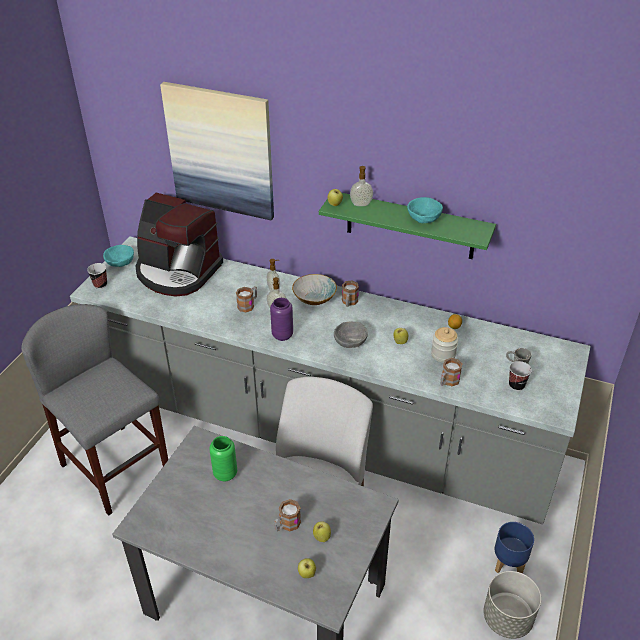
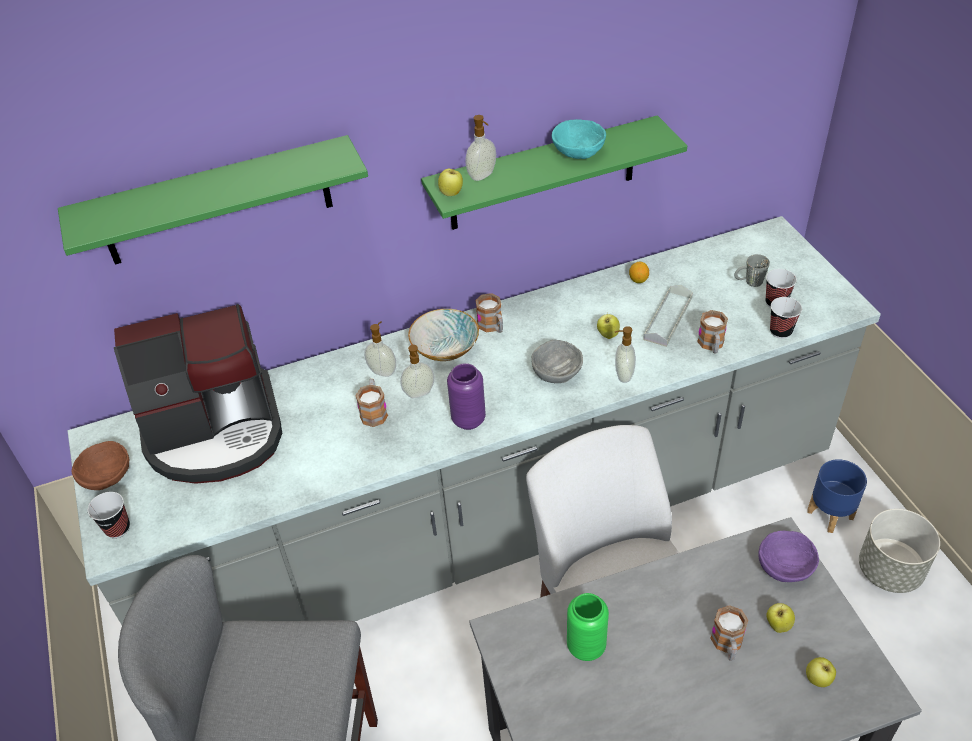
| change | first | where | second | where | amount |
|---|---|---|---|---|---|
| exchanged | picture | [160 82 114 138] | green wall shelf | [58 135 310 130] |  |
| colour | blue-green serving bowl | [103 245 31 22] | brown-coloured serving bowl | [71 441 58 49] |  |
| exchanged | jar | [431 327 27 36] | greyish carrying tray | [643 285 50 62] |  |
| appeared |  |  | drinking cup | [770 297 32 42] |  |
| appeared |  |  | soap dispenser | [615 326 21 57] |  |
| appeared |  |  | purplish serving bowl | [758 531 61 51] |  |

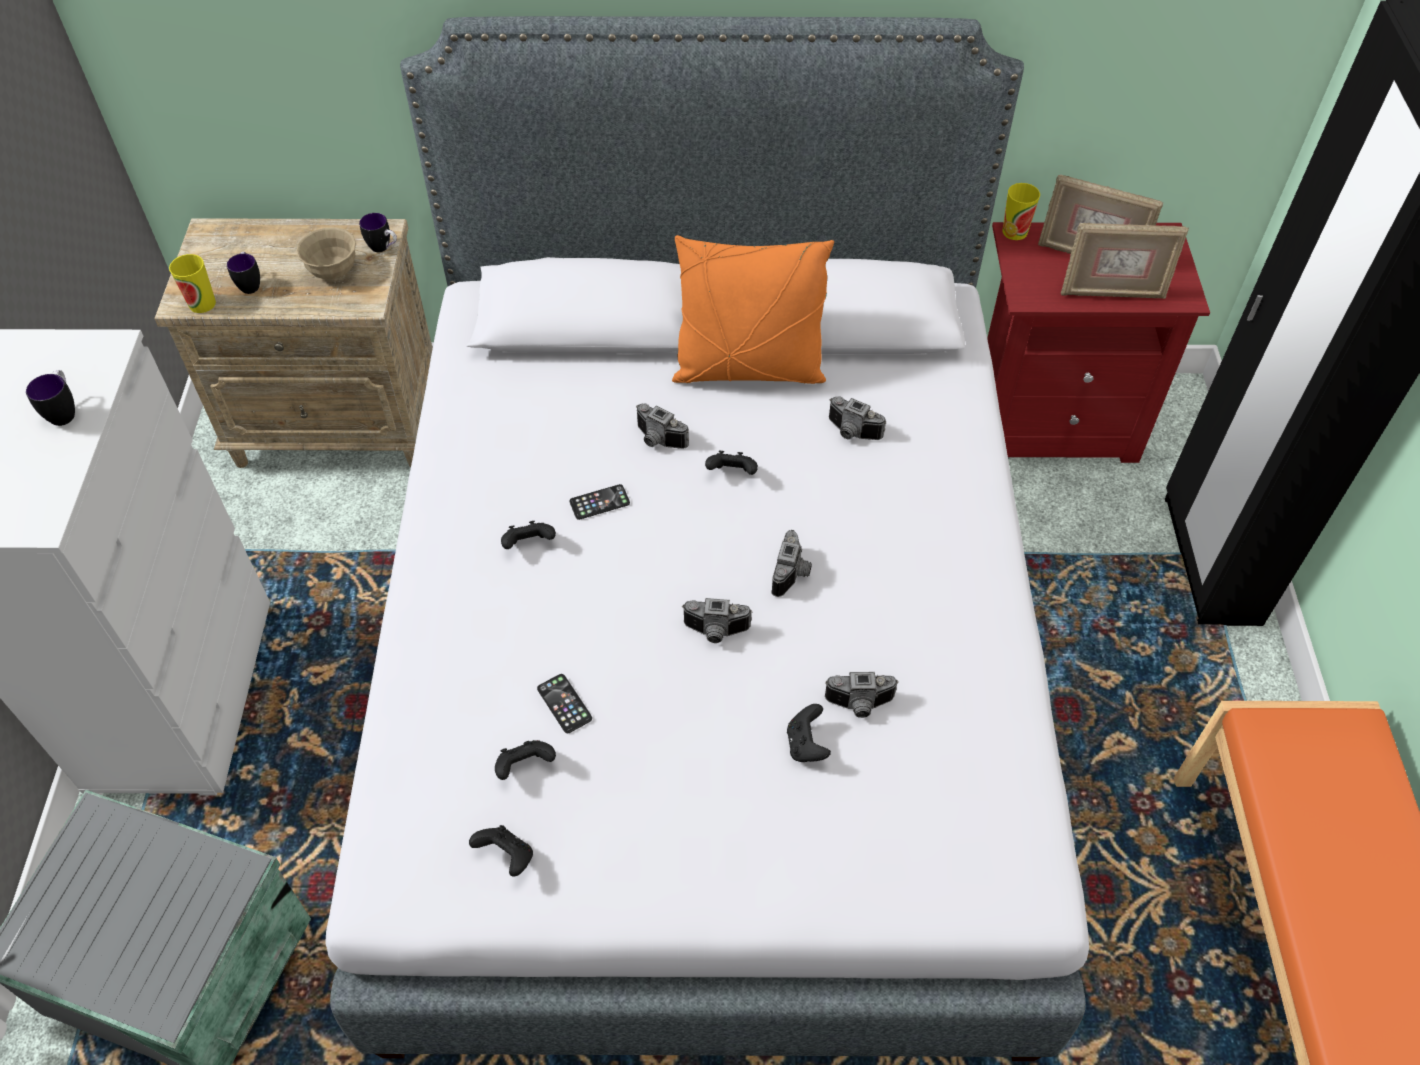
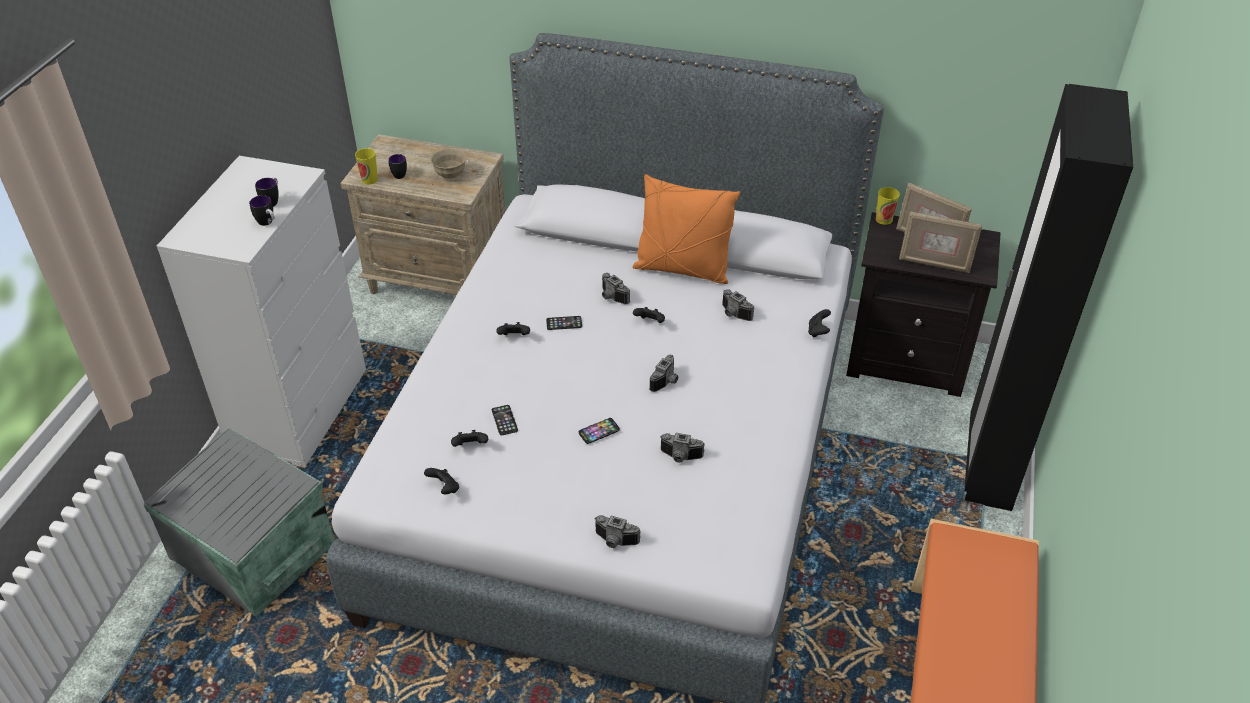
| change | first | where | second | where | amount |
|---|---|---|---|---|---|
| relocated | coffee mug | [359 213 38 39] |  | [249 195 26 31] |  |
| colour | red nightstand | [987 222 223 241] | black nightstand | [846 212 155 185] |  |
| relocated | photo camera | [682 598 70 45] |  | [594 515 47 33] |  |
| relocated | black joypad | [787 704 44 58] |  | [808 309 23 28] |  |
| appeared |  |  | phone | [579 418 41 26] |  |

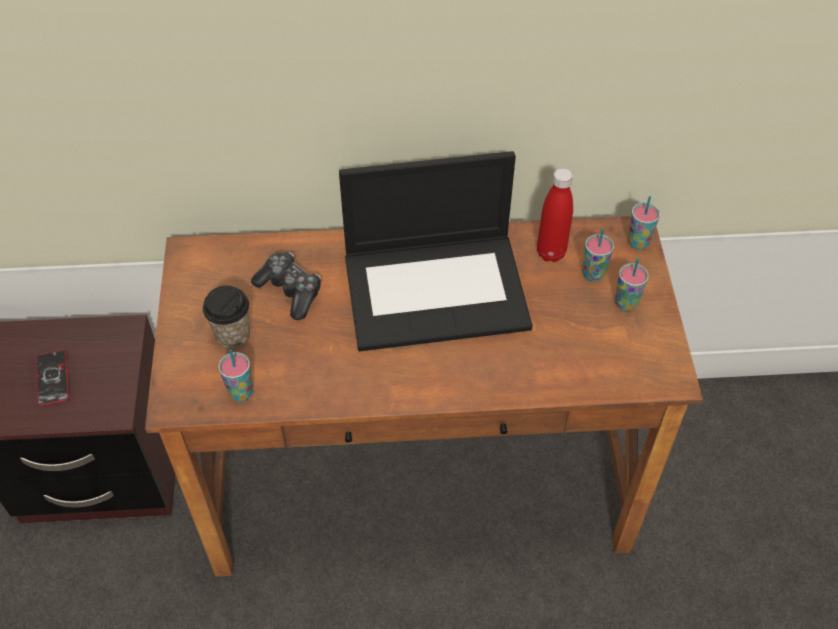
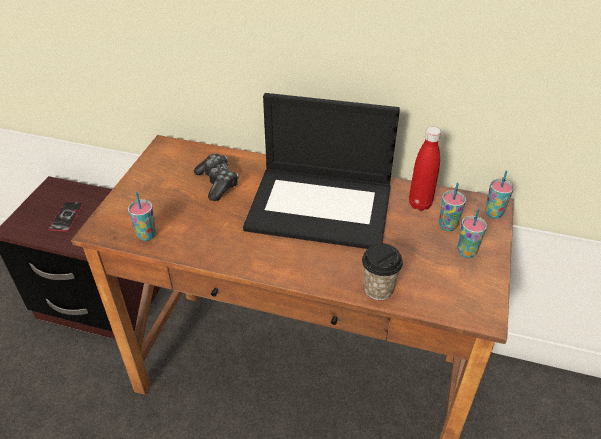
| change | first | where | second | where | amount |
|---|---|---|---|---|---|
| relocated | drinking cup | [203 285 47 63] |  | [362 243 41 57] |  |

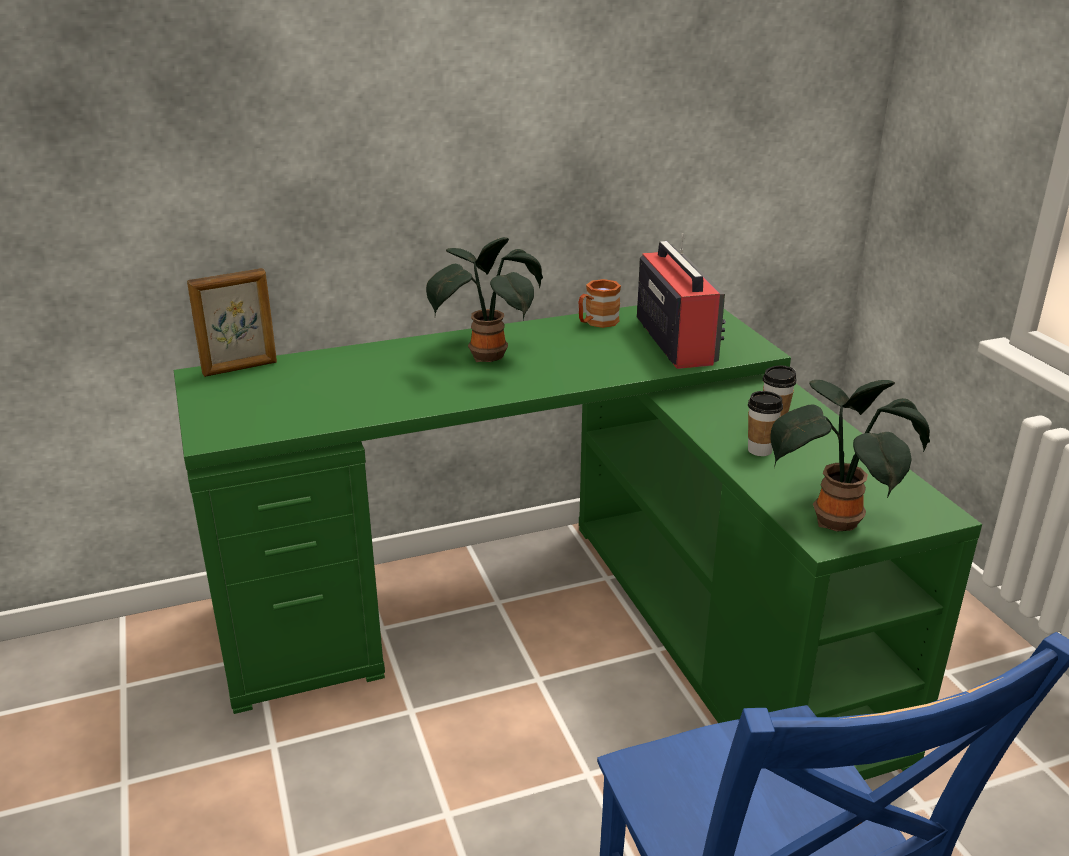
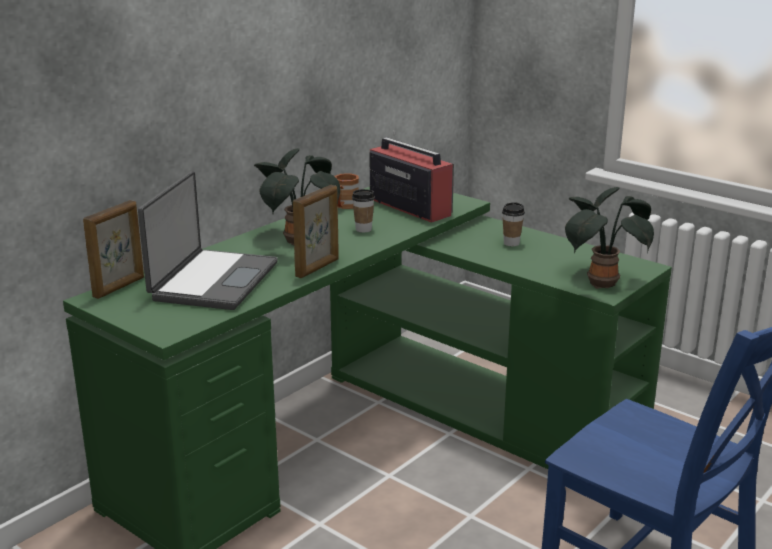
| change | first | where | second | where | amount |
|---|---|---|---|---|---|
| relocated | drinking cup | [748 391 35 65] |  | [352 189 23 44] |  |
| appeared |  |  | notebook computer | [138 171 140 139] |  |
| appeared |  |  | photo frame | [293 185 46 93] |  |

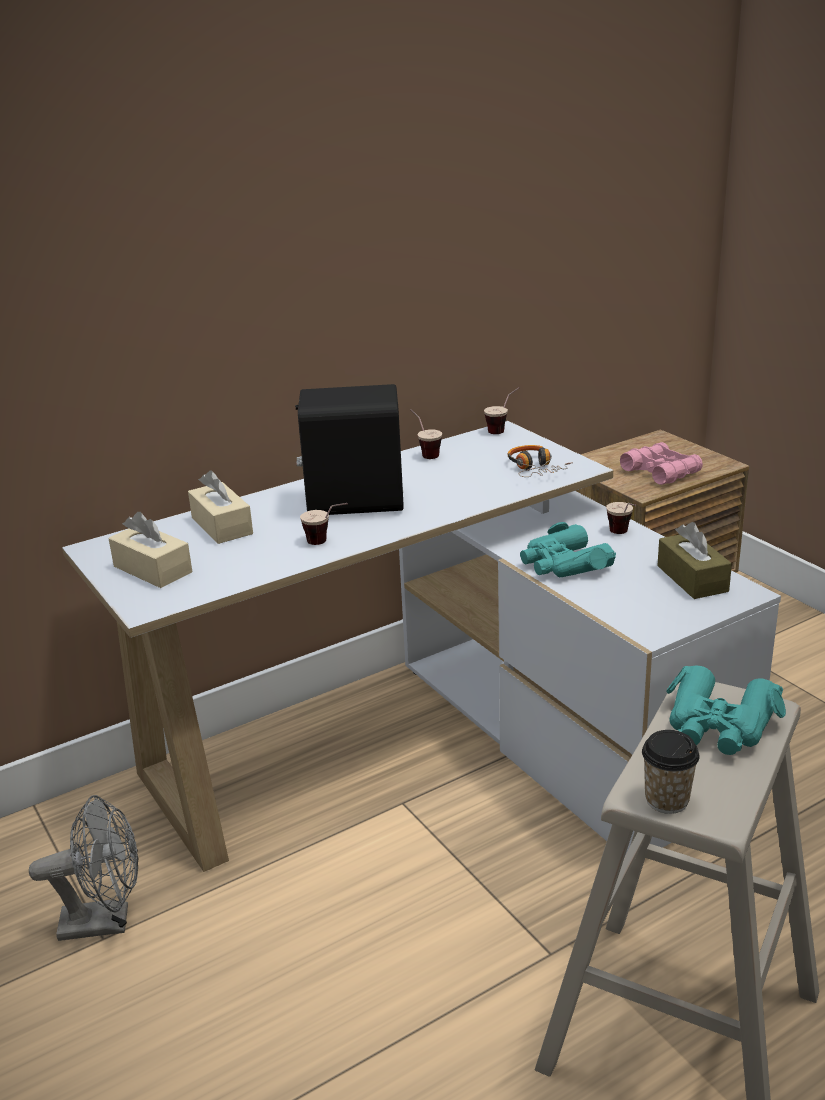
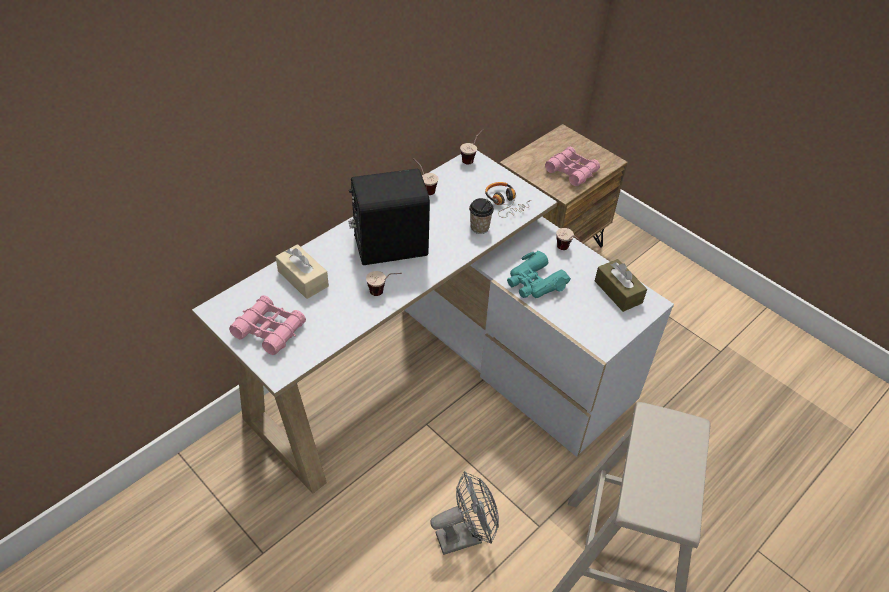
| change | first | where | second | where | amount |
|---|---|---|---|---|---|
| exchanged | sand-coloured tissue box | [108 512 84 76] | pink binoculars | [229 295 77 60] |  |
| missing | blue-green binoculars | [666 665 120 90] |  |  |  |
| relocated | drinking cup | [642 730 58 84] |  | [469 198 25 36] |  |
| relocated | greyish electric fan | [29 795 109 146] |  | [430 471 69 84] |  |

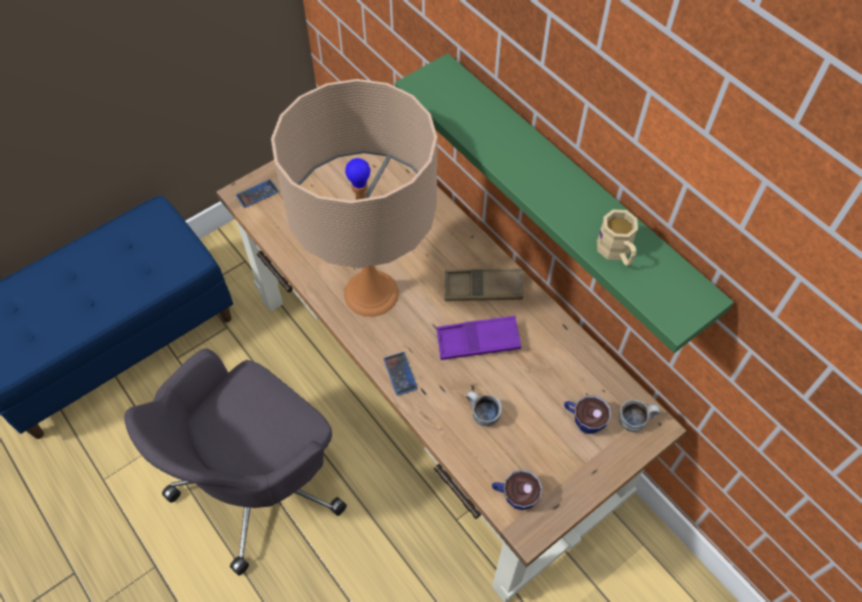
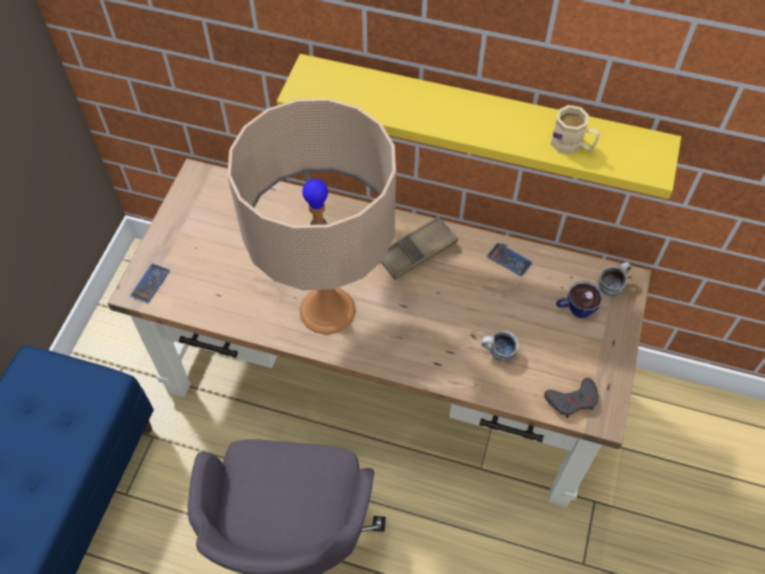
| change | first | where | second | where | amount |
|---|---|---|---|---|---|
| colour | green wall shelf | [395 53 339 300] | yellow wall shelf | [277 54 404 145] |  |
| missing | purplish carrying tray | [436 316 85 44] |  |  |  |
| relocated | phone | [384 352 34 44] |  | [487 243 45 33] |  |
| exchanged | drinking cup | [492 470 50 40] | greyish joypad | [544 378 54 40] |  |

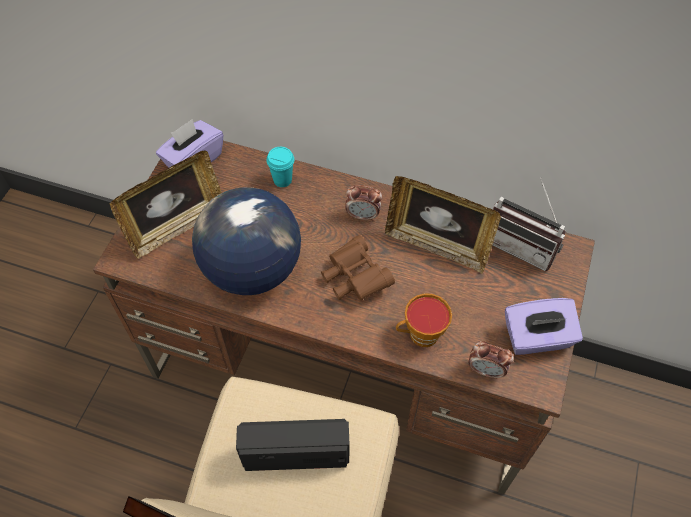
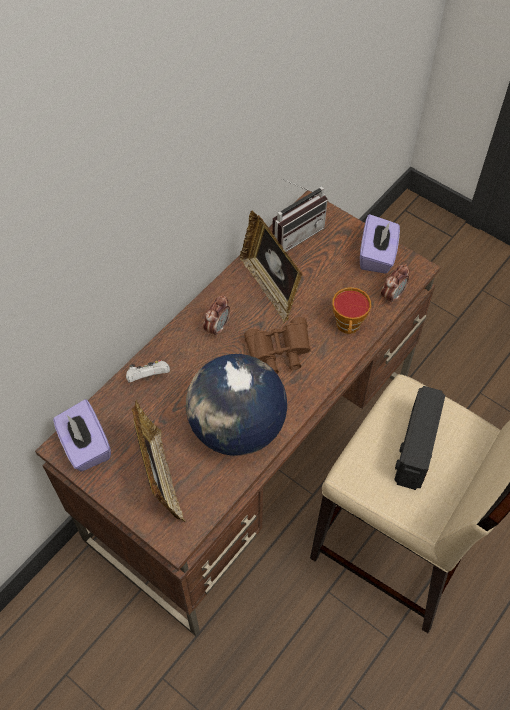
| change | first | where | second | where | amount |
|---|---|---|---|---|---|
| exchanged | blue-green drinking cup | [266 147 28 40] | white-coloured joypad | [126 360 44 22] |  |
| spun | photo frame | [385 176 116 98] |  | [240 211 62 112] | 105 degrees clockwise |

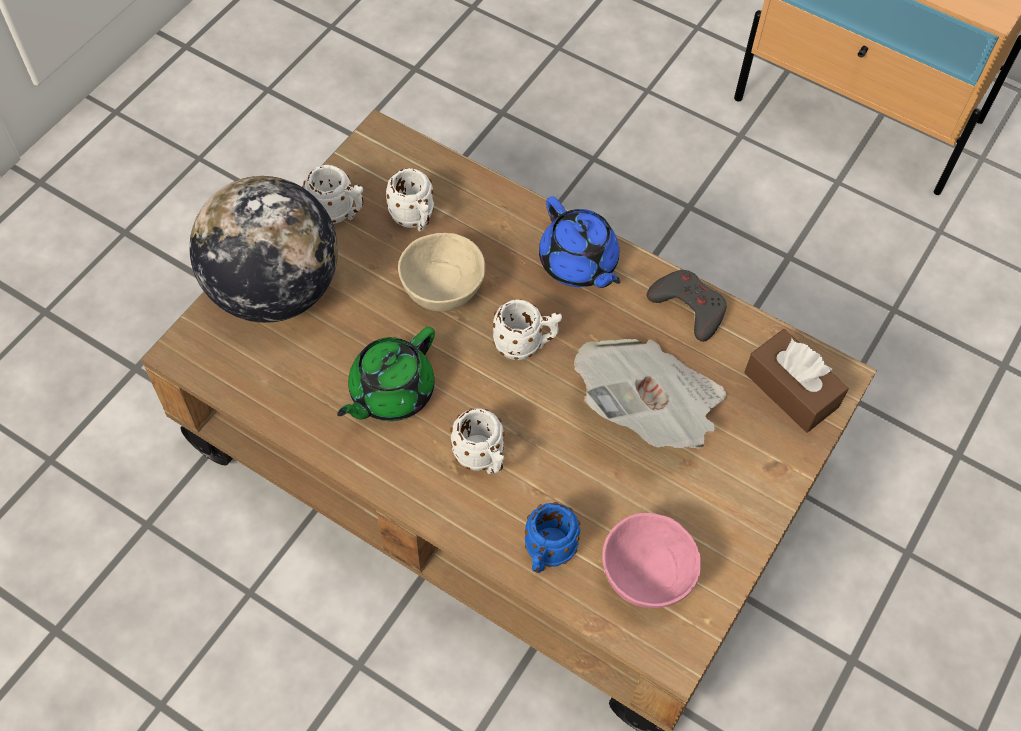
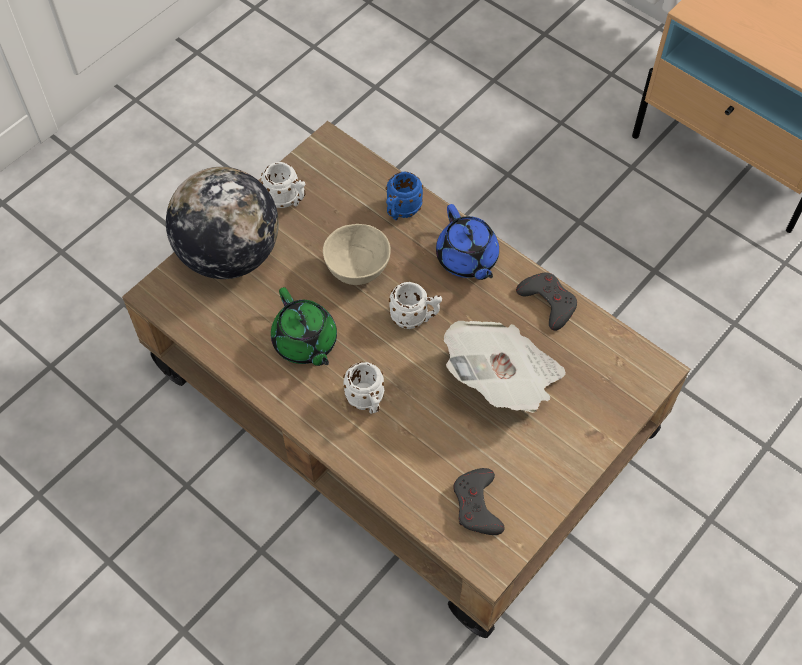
| change | first | where | second | where | amount |
|---|---|---|---|---|---|
| missing | white-coloured coffee mug | [385 168 49 63] |  |  |  |
| spun | green tea pot | [337 327 98 94] |  | [271 287 66 79] | 75 degrees counterclockwise |
| missing | brown-coloured tissue box | [744 329 105 104] |  |  |  |
| relocated | blue coffee mug | [525 502 55 71] |  | [386 171 37 49] |  |
| exchanged | pink serving bowl | [602 513 99 95] | greyish joypad | [454 468 51 67] |  |

